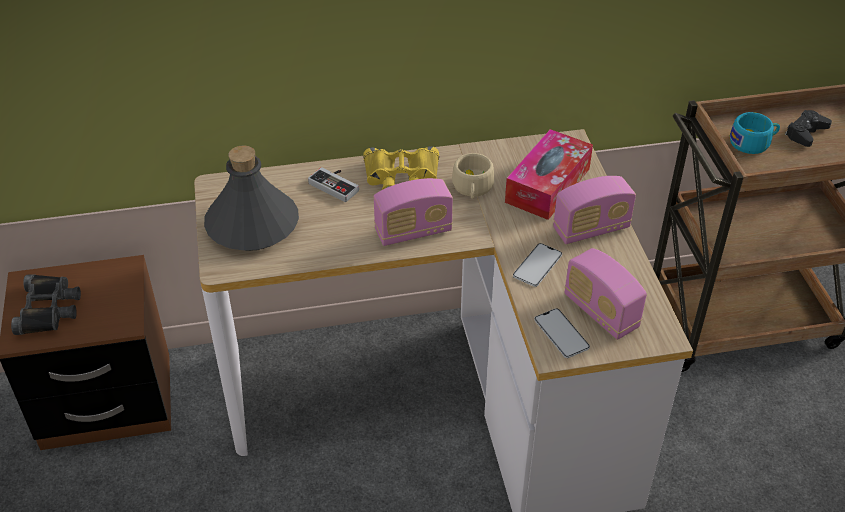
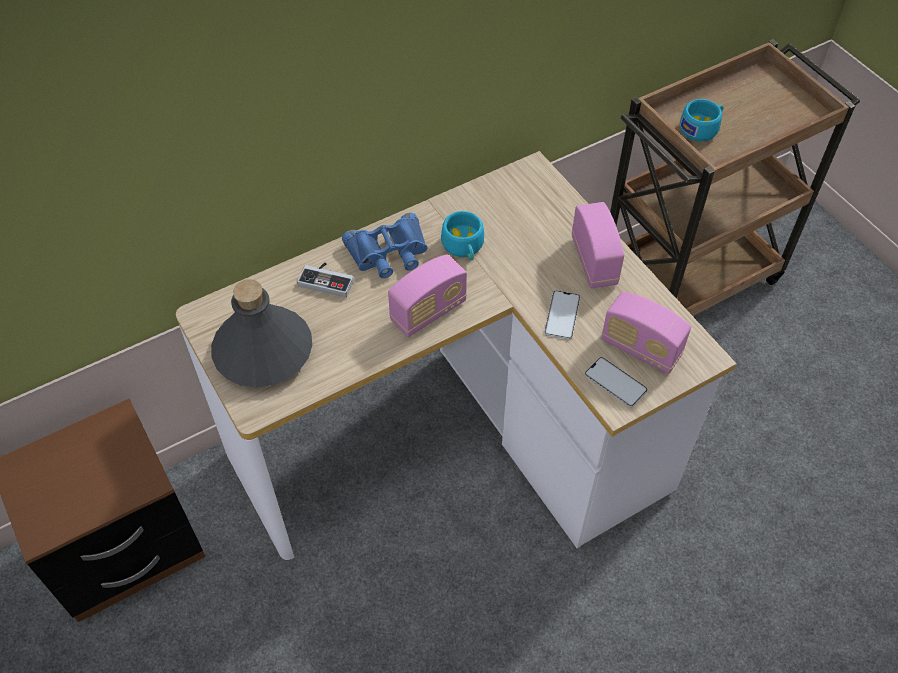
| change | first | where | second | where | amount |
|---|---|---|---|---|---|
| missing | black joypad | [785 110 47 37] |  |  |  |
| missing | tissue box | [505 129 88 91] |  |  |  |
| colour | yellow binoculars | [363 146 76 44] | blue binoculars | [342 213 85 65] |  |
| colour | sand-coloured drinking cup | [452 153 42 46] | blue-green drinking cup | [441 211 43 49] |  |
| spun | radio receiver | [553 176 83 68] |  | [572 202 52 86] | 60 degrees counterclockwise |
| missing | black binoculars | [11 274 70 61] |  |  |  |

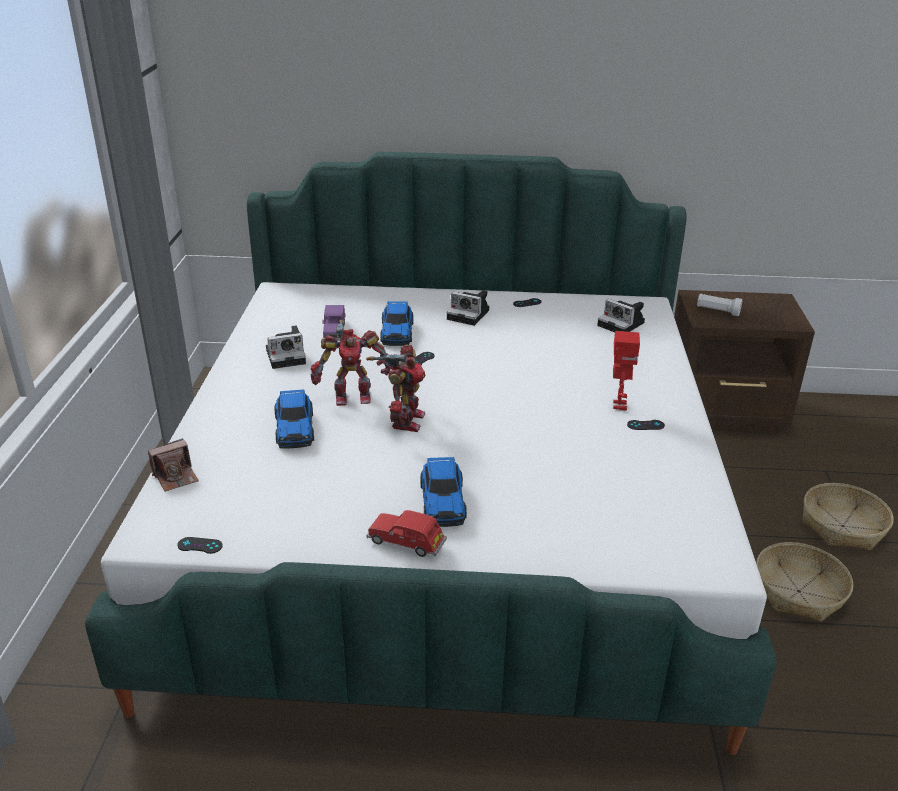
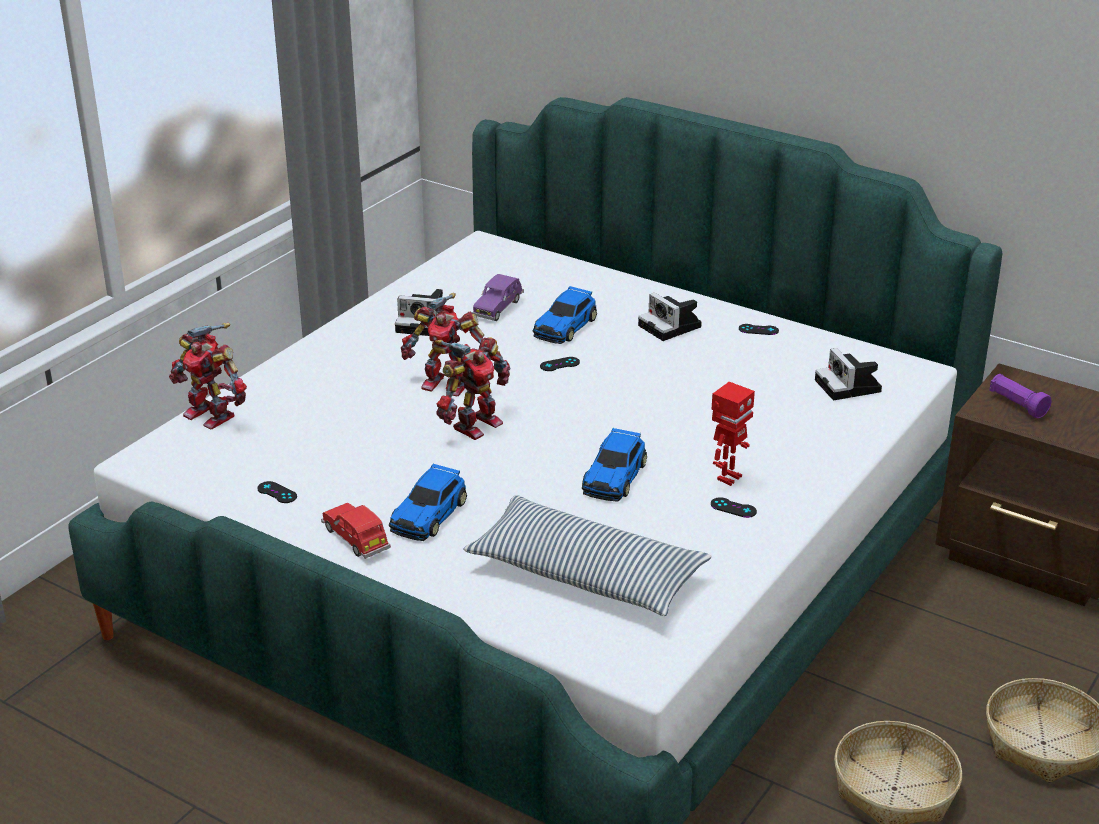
| change | first | where | second | where | amount |
|---|---|---|---|---|---|
| colour | white-coloured torch | [697 293 46 23] | purplish torch | [989 374 63 44] |  |
| relocated | model car | [274 390 40 59] |  | [582 428 65 74] |  |
| exchanged | photo camera | [148 438 51 54] | toy robot | [169 323 78 107] |  |
| relocated | black joypad | [177 537 46 17] |  | [257 481 40 22] |  |
| appeared |  |  | cushion | [464 495 248 121] |  |

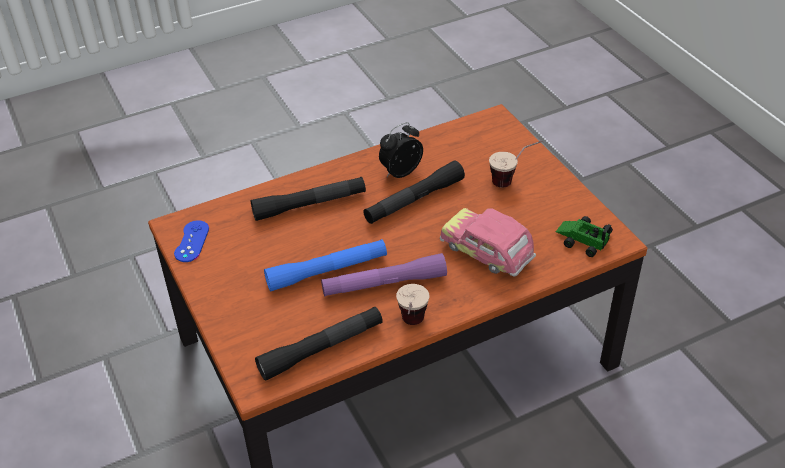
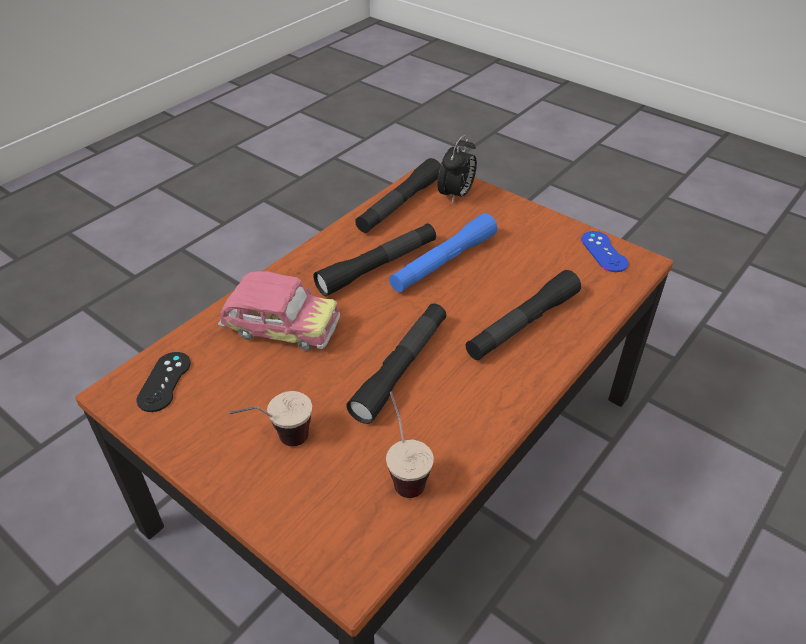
| change | first | where | second | where | amount |
|---|---|---|---|---|---|
| relocated | bedside clock | [379 122 44 56] |  | [437 135 40 68] |  |
| exchanged | model car | [556 216 57 41] | black joypad | [136 352 55 60] |  |
| colour | purplish torch | [321 253 126 43] | black torch | [314 223 122 73] |  |
| relocated | drinking cup | [396 284 34 41] |  | [386 391 48 107] |  |

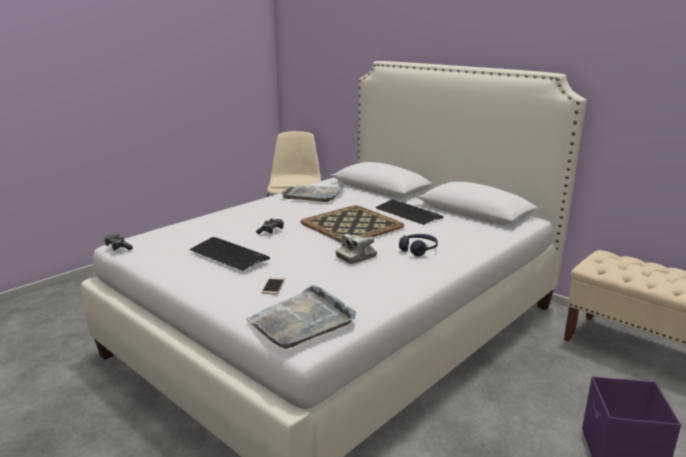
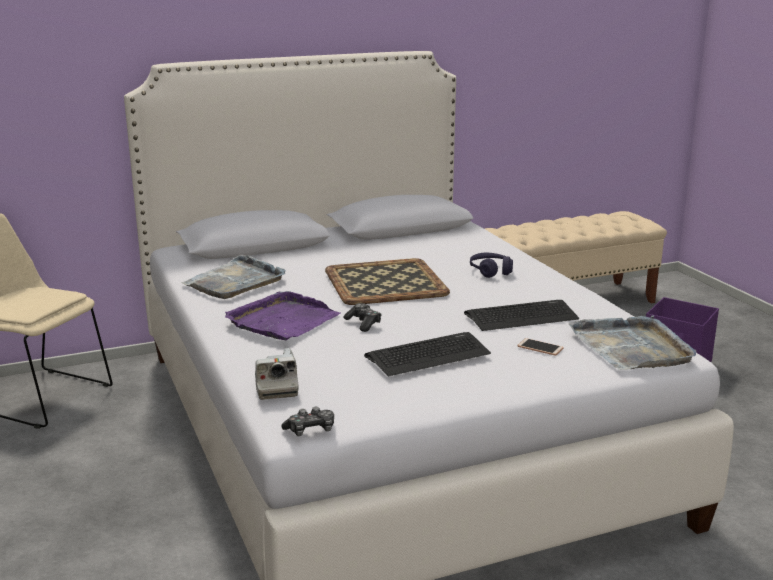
| change | first | where | second | where | amount |
|---|---|---|---|---|---|
| relocated | computer keyboard | [375 200 69 25] |  | [464 300 115 31] |  |
| relocated | photo camera | [336 234 41 30] |  | [255 348 44 52] |  |
| appeared |  |  | purplish carrying tray | [225 291 115 50] |  |

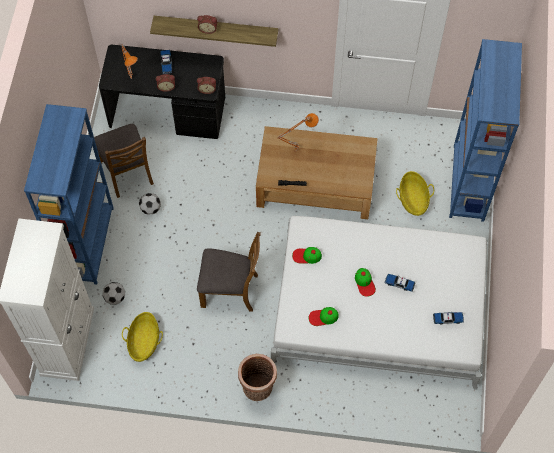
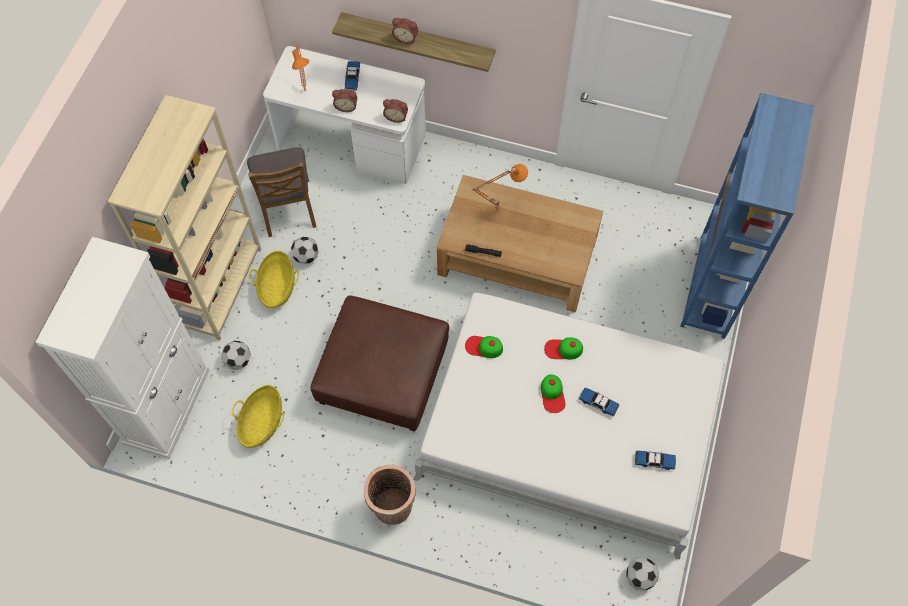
| change | first | where | second | where | amount |
|---|---|---|---|---|---|
| colour | black desk | [99 45 126 94] | white-coloured desk | [263 46 163 138] |  |
| colour | blue bookcase | [24 104 90 181] | sand-coloured bookcase | [108 95 153 245] |  |
| relocated | storage basket | [396 171 38 45] |  | [249 251 50 57] |  |
| exchanged | brown-coloured upright chair | [197 232 64 80] | brown-coloured pouffe | [311 295 138 136] |  |
| relocated | baseball cap | [309 307 30 19] |  | [544 337 39 22] |  |
| appeared |  |  | football | [626 557 33 34] |  |

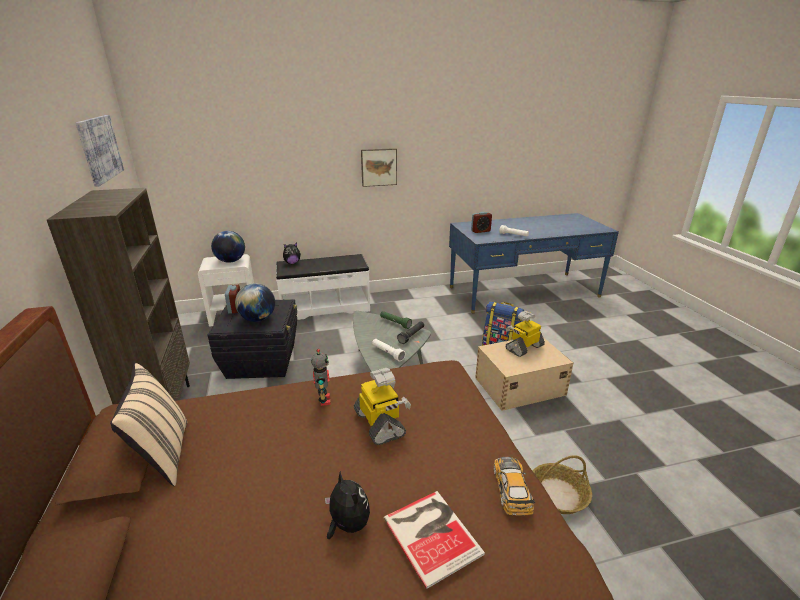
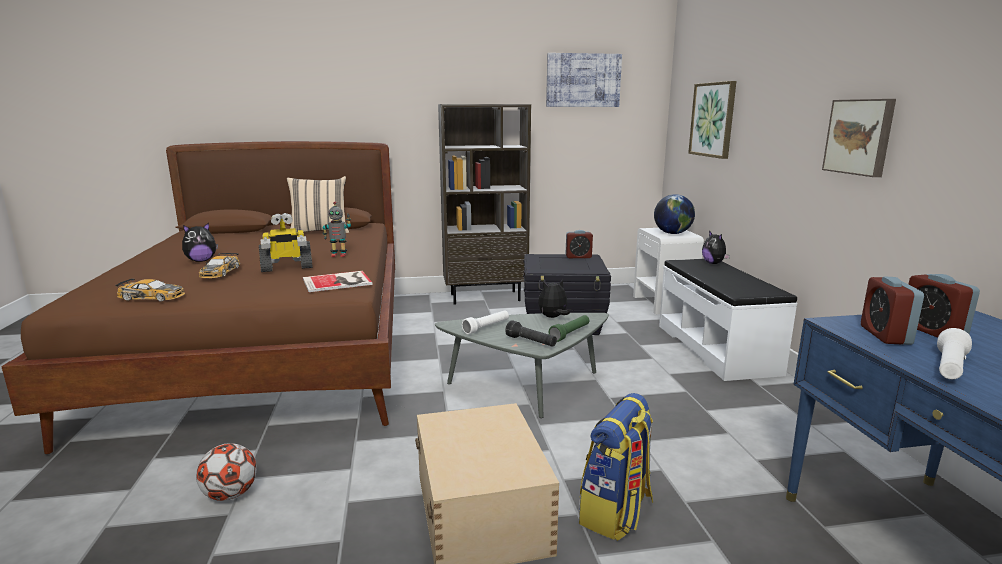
| change | first | where | second | where | amount |
|---|---|---|---|---|---|
| missing | globe | [235 284 40 38] |  |  |  |
| missing | toy robot | [505 311 40 46] |  |  |  |
| exchanged | storage basket | [533 455 59 59] | football | [196 443 61 58] |  |
| relocated | book | [384 491 101 98] |  | [303 271 69 21] |  |
| appeared |  |  | picture | [688 81 48 78] |  |
| appeared |  |  | model car | [199 253 41 25] |  |
| appeared |  |  | bedside clock | [861 277 63 68] |  |
| appeared |  |  | plush toy | [538 279 32 39] |  |

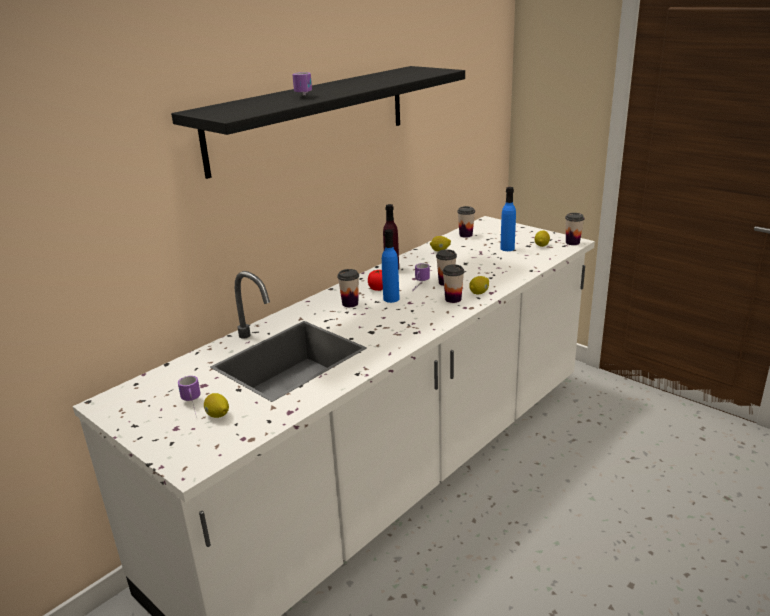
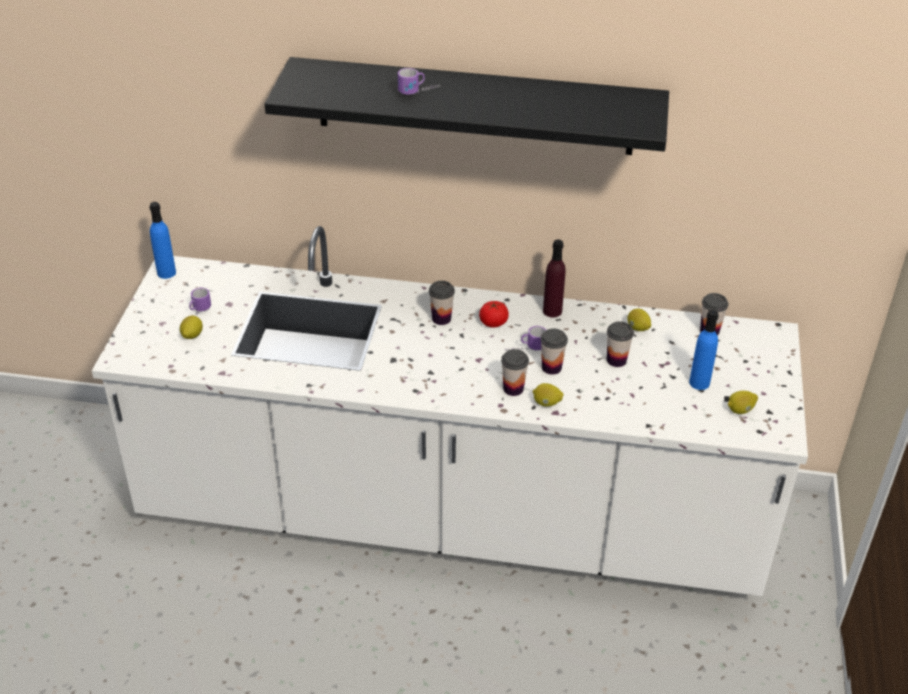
| change | first | where | second | where | amount |
|---|---|---|---|---|---|
| relocated | drinking cup | [565 213 19 32] |  | [607 321 27 46] |  |
| relocated | blue beverage bottle | [382 229 18 74] |  | [149 202 27 77] |  |

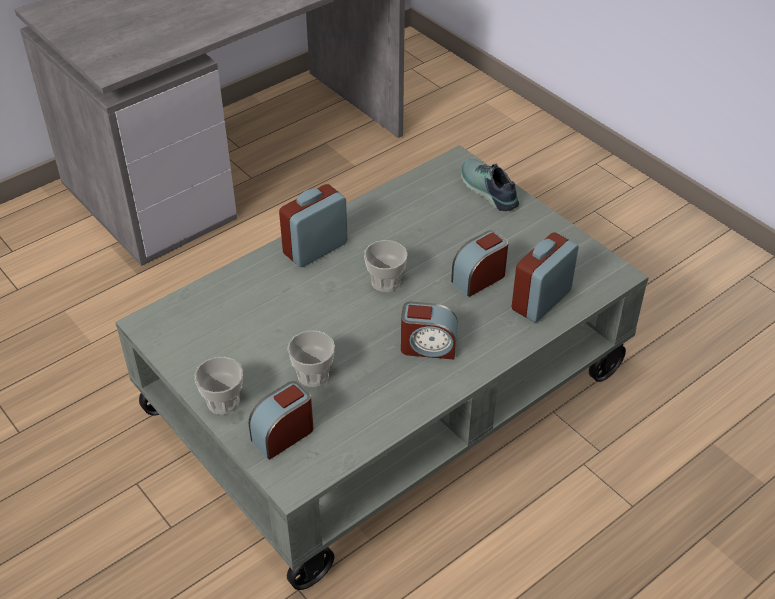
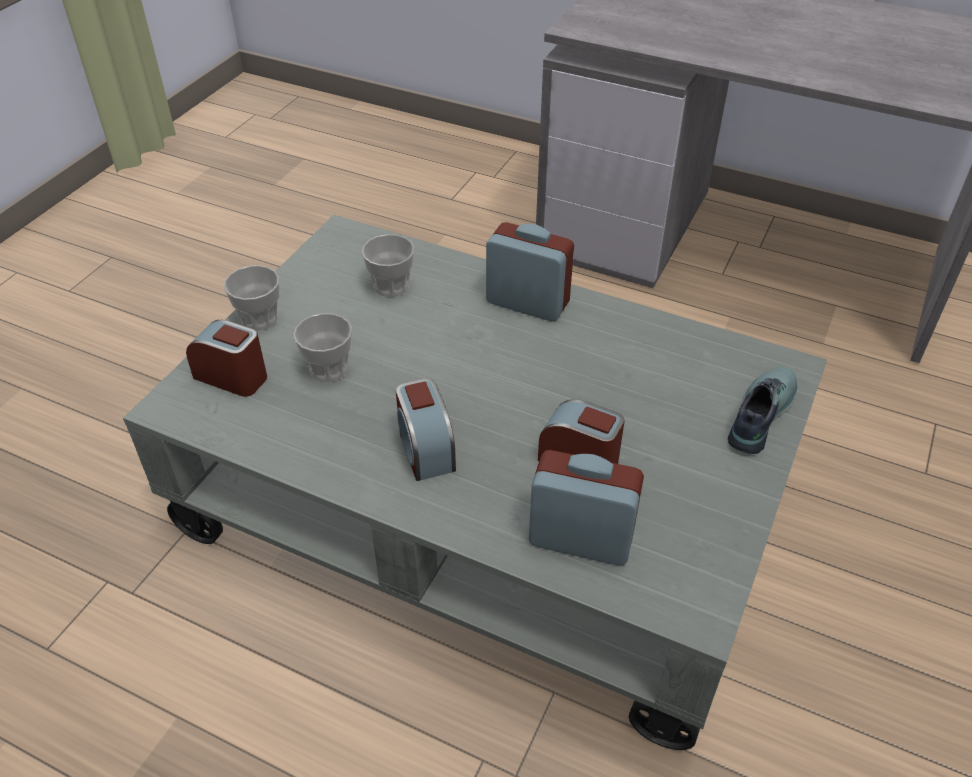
| change | first | where | second | where | amount |
|---|---|---|---|---|---|
| relocated | drinking cup | [364 240 44 52] |  | [362 234 53 63] |  |

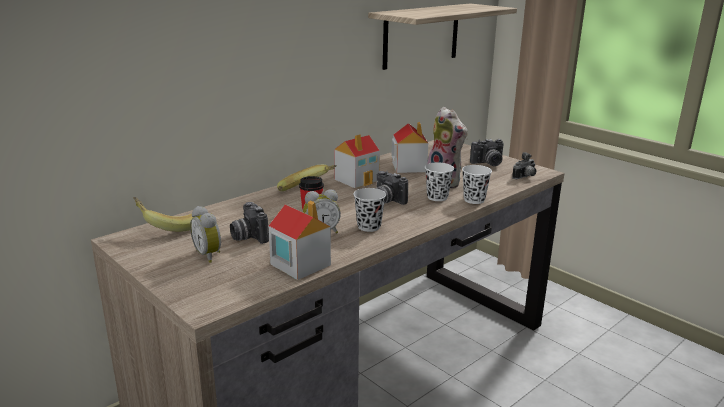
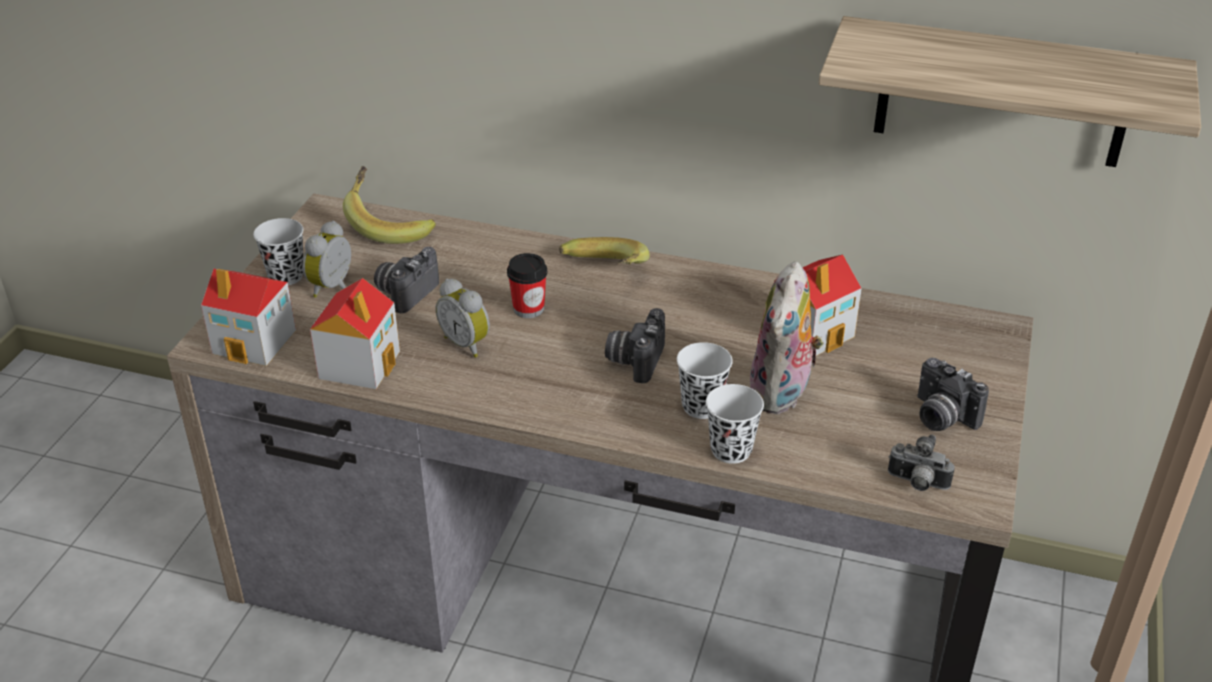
| change | first | where | second | where | amount |
|---|---|---|---|---|---|
| relocated | miniature house | [334 134 46 54] |  | [201 269 95 97] |  |
| relocated | black drinking cup | [353 188 33 44] |  | [253 218 51 67] |  |

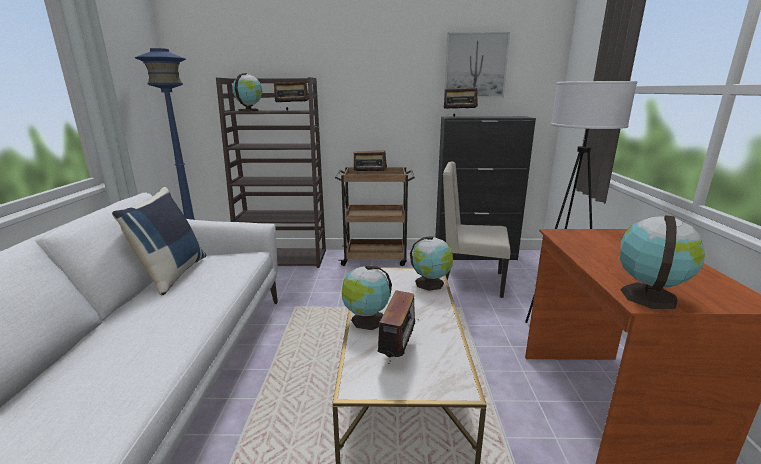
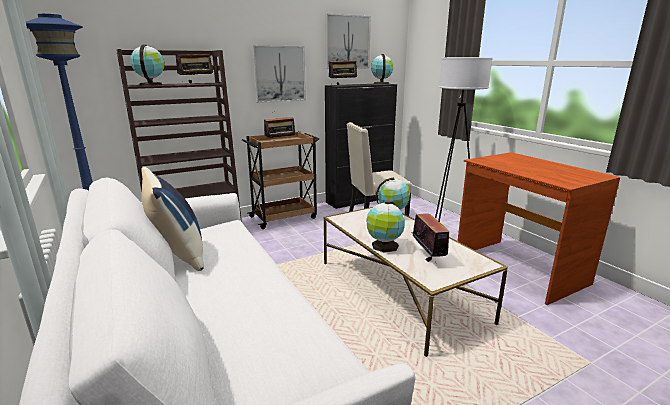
| change | first | where | second | where | amount |
|---|---|---|---|---|---|
| relocated | globe | [620 215 85 94] |  | [371 54 22 30] |  |
| appeared |  |  | picture | [252 45 54 58] |  |

